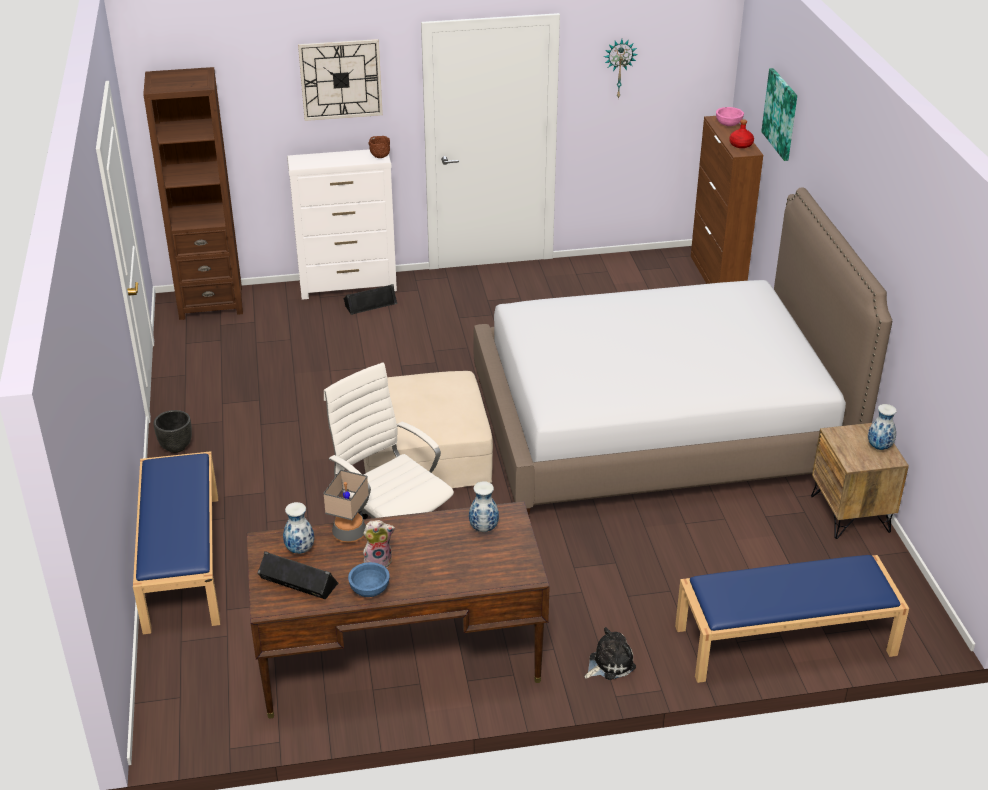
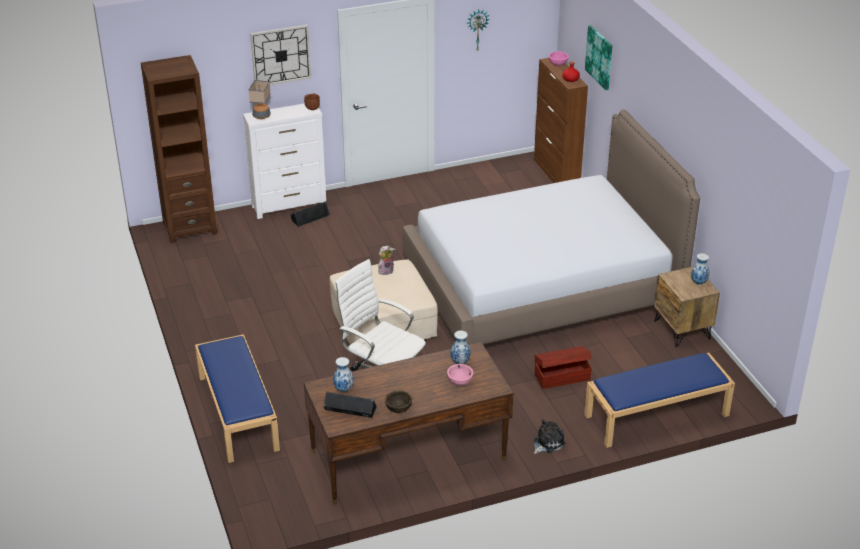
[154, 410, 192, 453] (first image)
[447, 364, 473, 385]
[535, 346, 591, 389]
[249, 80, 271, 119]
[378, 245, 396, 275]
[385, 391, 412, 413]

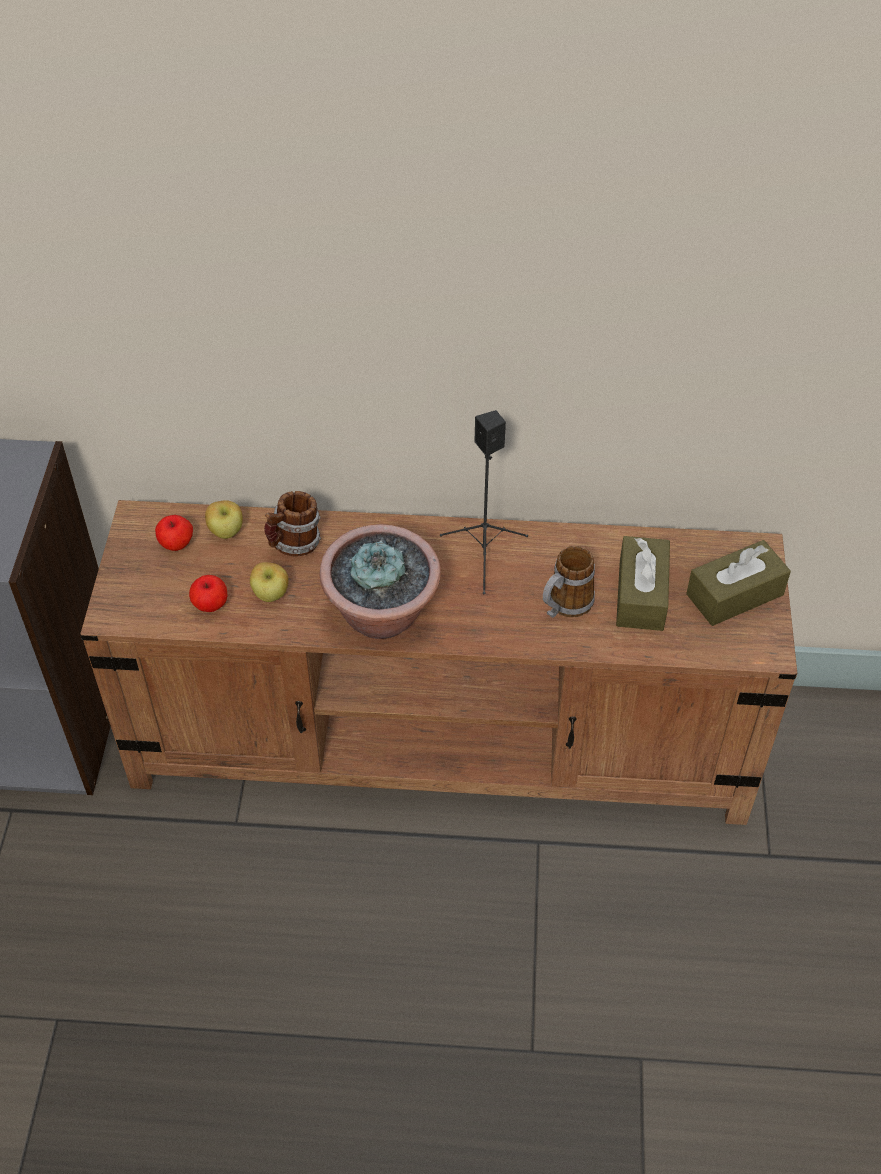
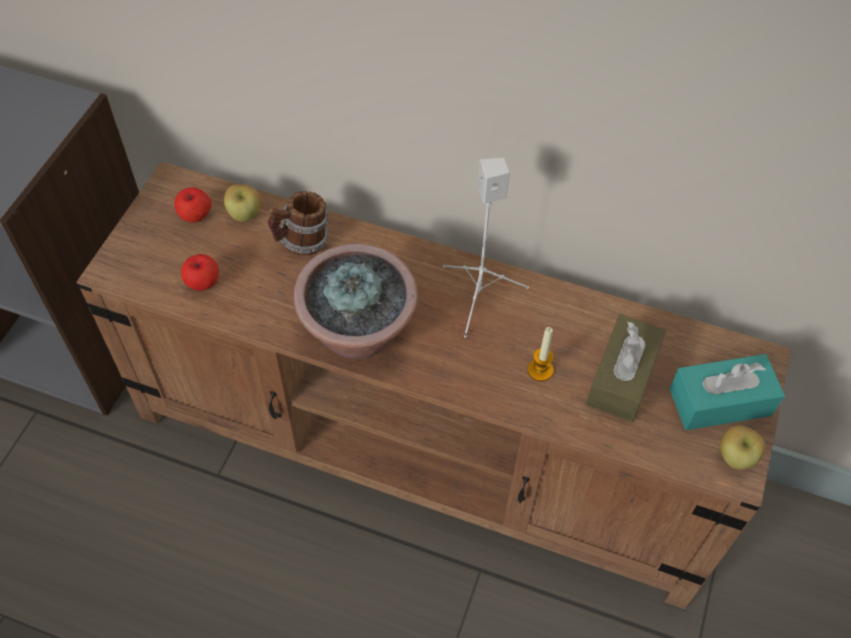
[720, 425, 765, 469]
[528, 327, 553, 381]
[443, 158, 529, 338]
[669, 354, 785, 430]

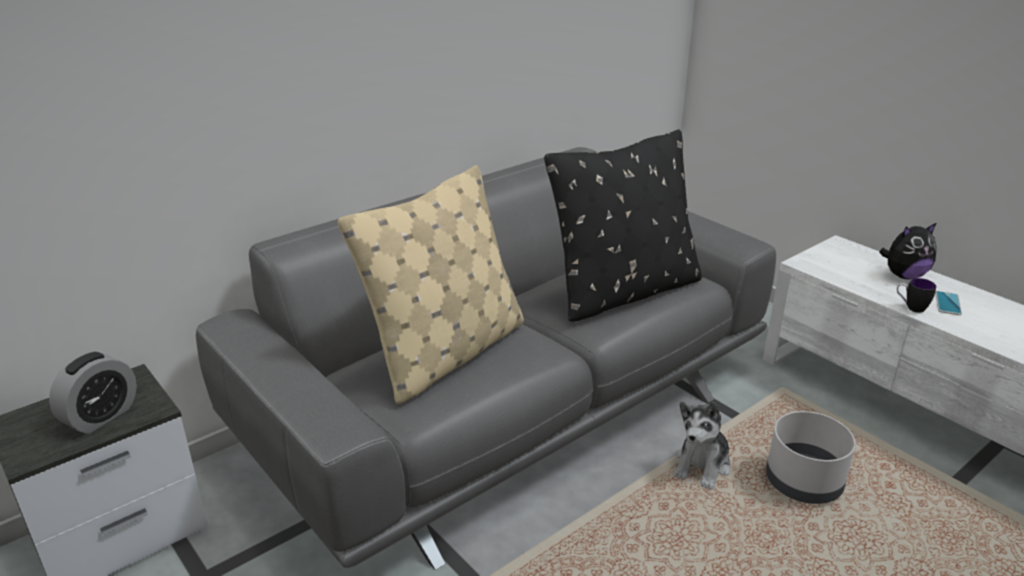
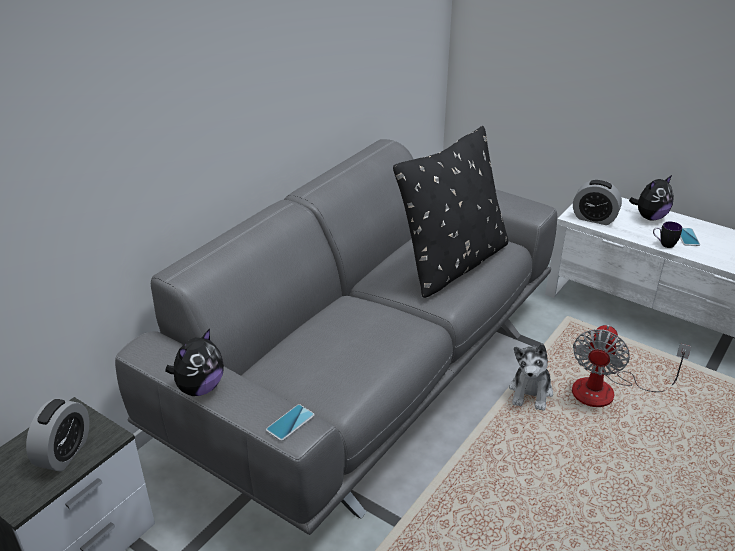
[338, 165, 524, 404] (first image)
[165, 328, 224, 396]
[266, 404, 315, 441]
[573, 180, 622, 225]
[572, 325, 692, 407]

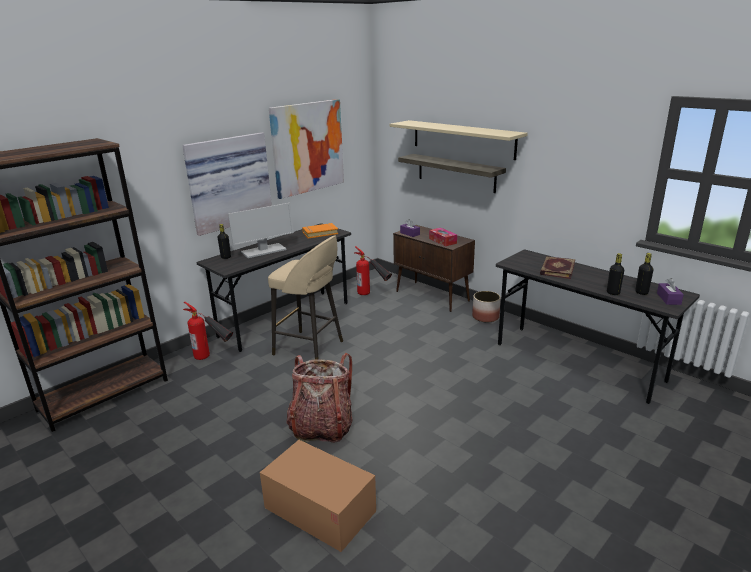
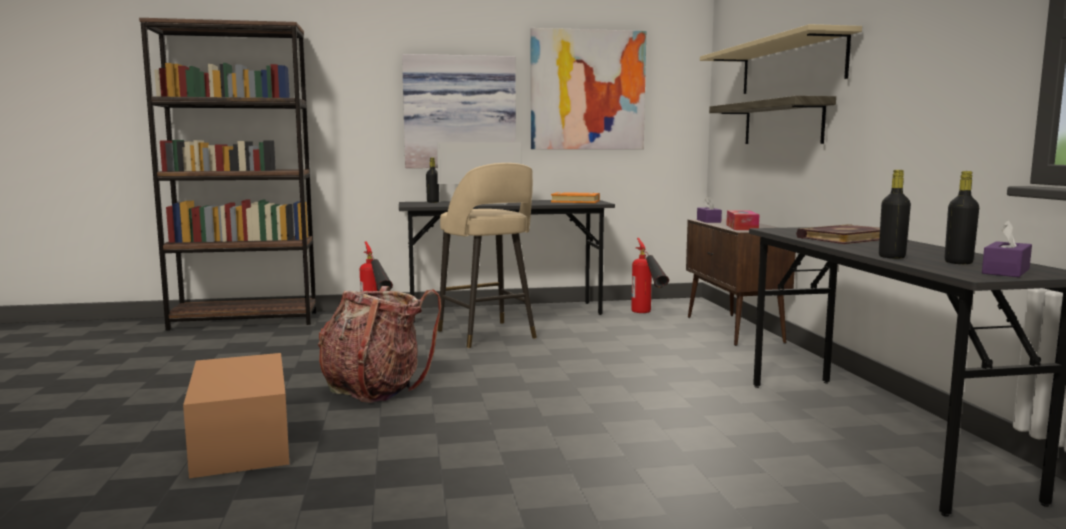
[472, 291, 501, 322] (first image)

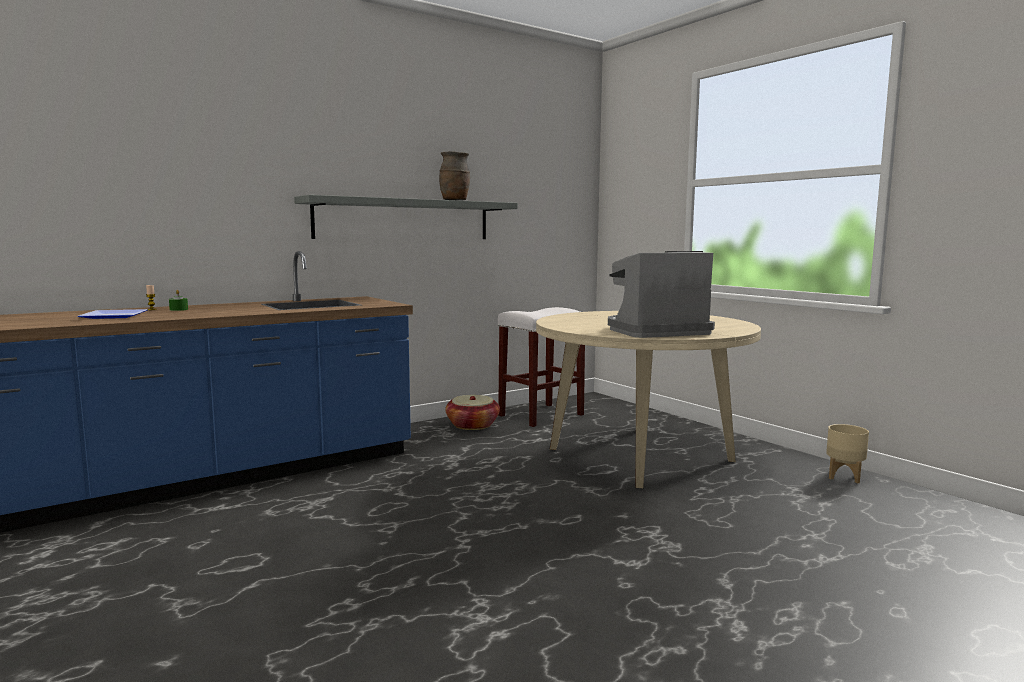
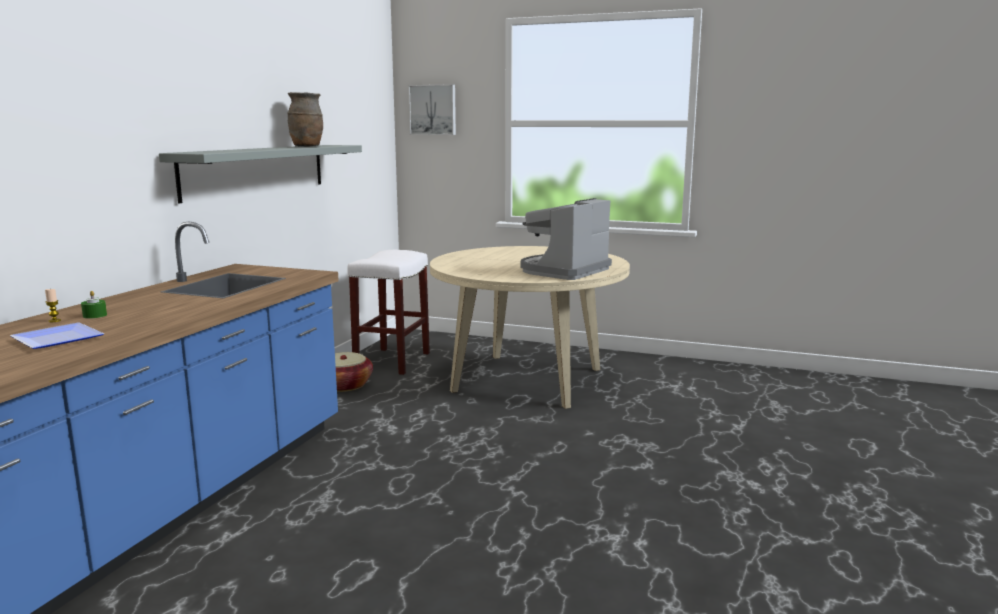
[826, 424, 869, 484] (first image)
[408, 84, 456, 135]

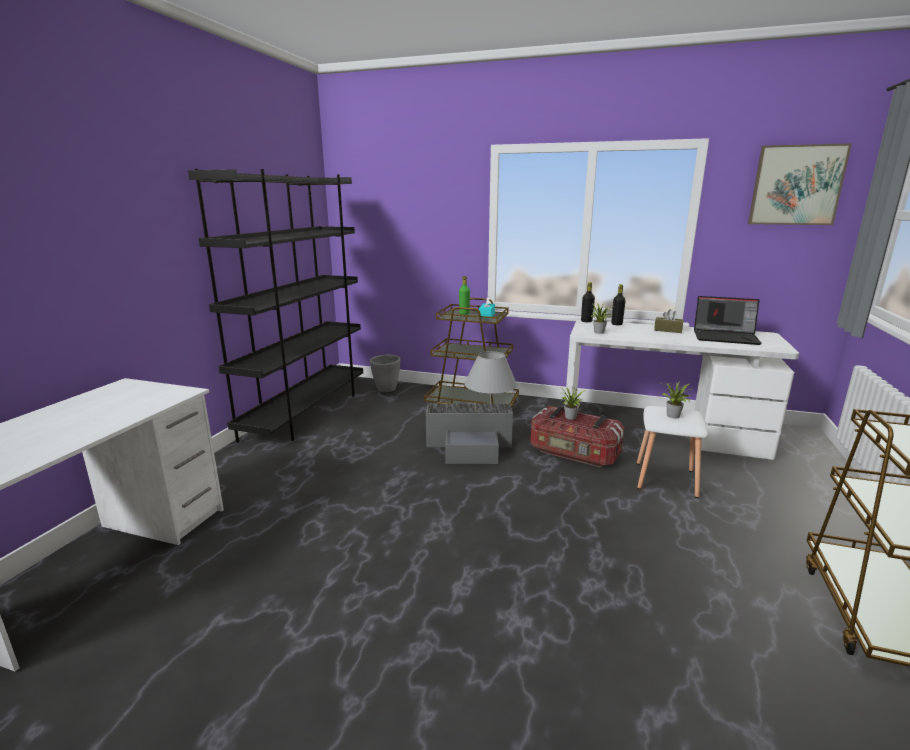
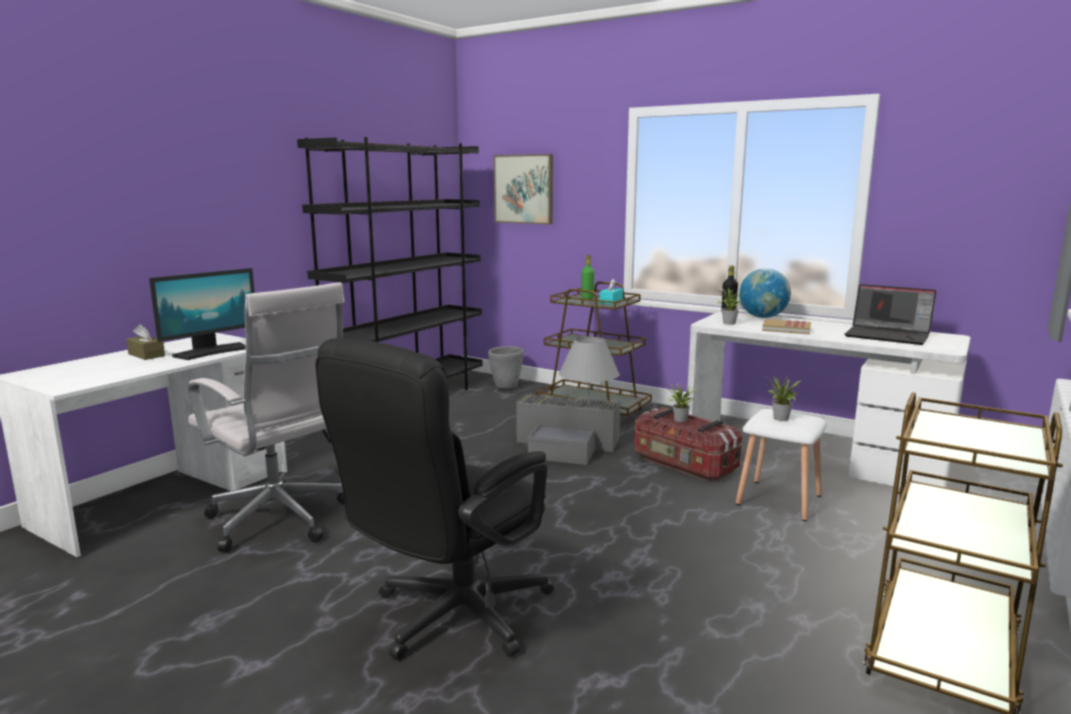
[149, 268, 255, 360]
[188, 282, 345, 552]
[315, 338, 554, 660]
[762, 319, 811, 334]
[126, 324, 165, 360]
[494, 154, 553, 225]
[739, 268, 791, 318]

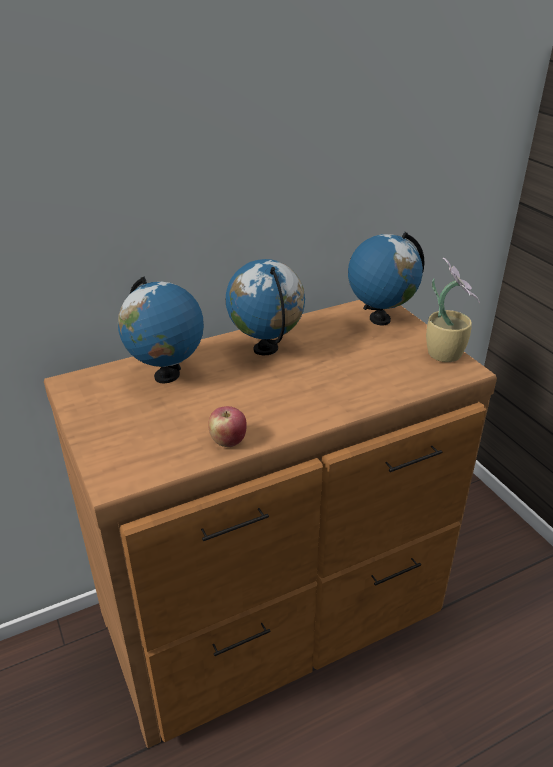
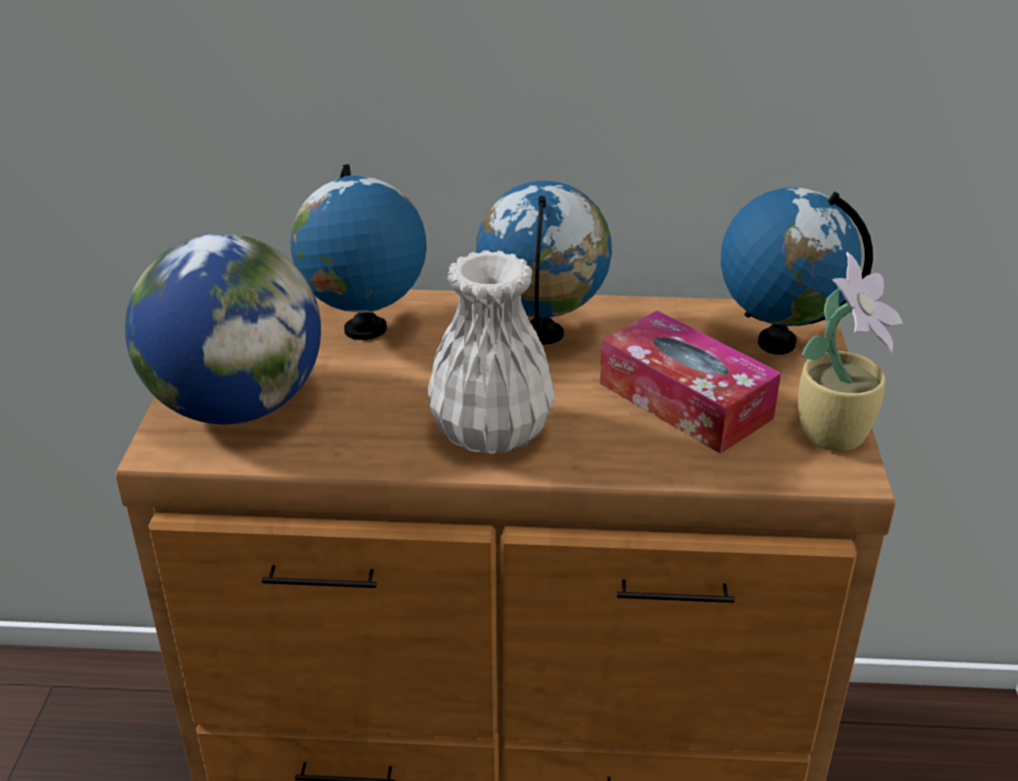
[208, 406, 247, 447] (first image)
[125, 233, 321, 424]
[427, 250, 555, 454]
[600, 310, 781, 454]

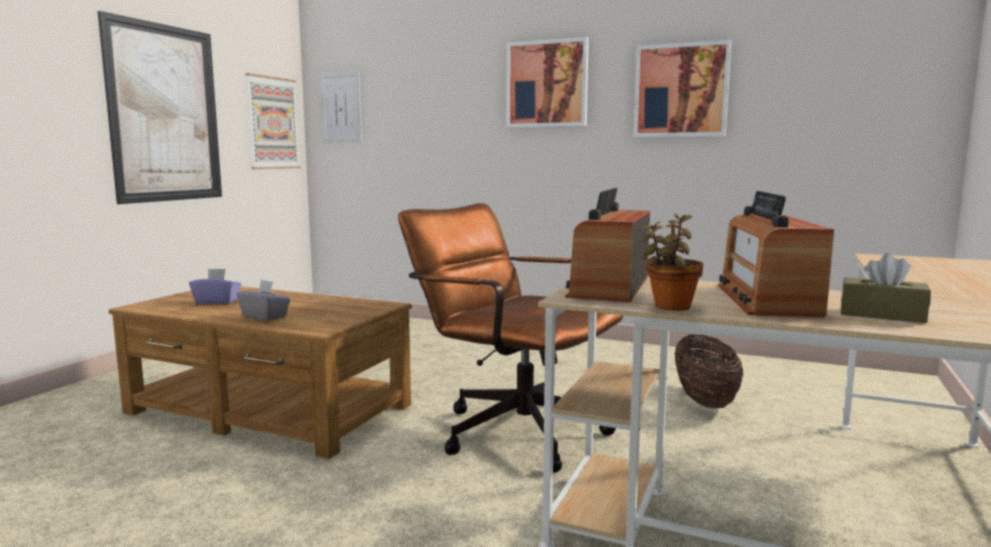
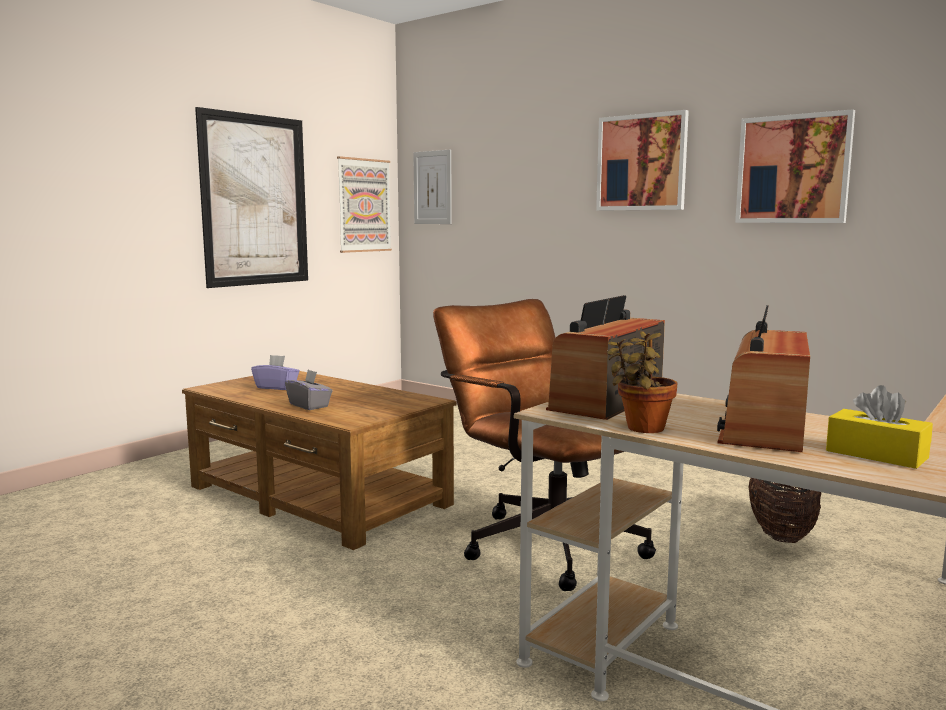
[826, 385, 933, 469]

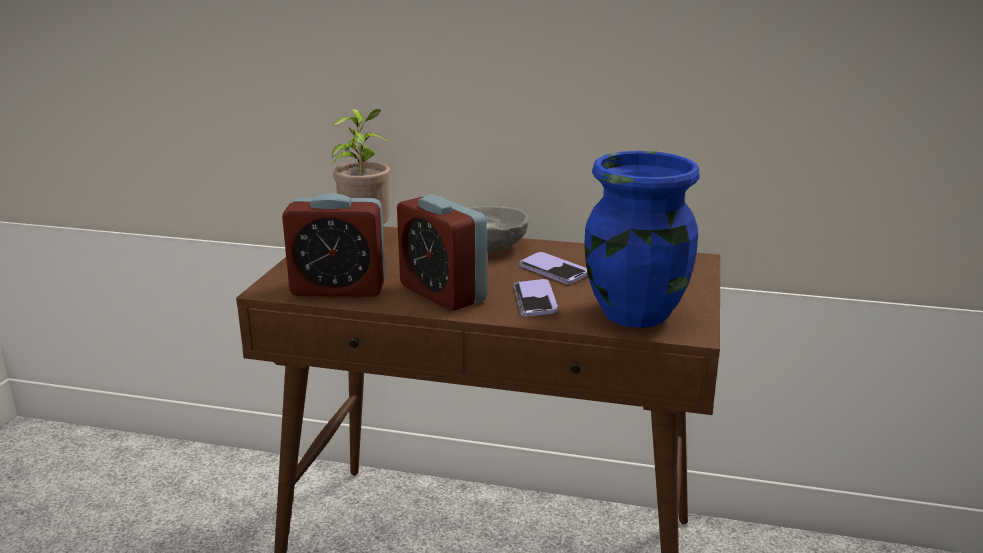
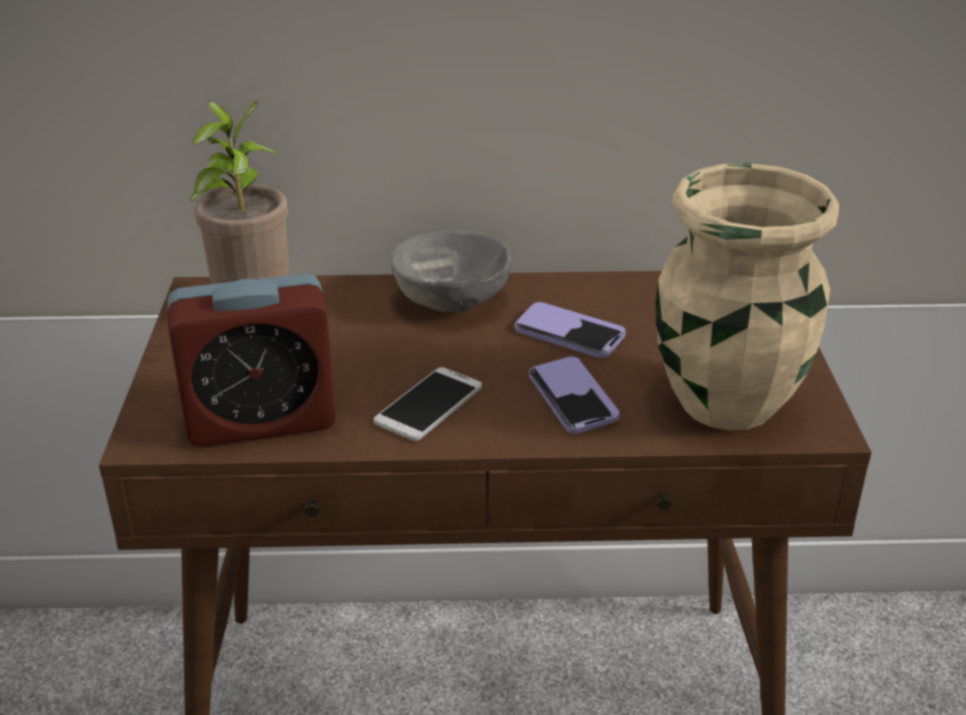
[373, 367, 482, 441]
[655, 163, 839, 431]

